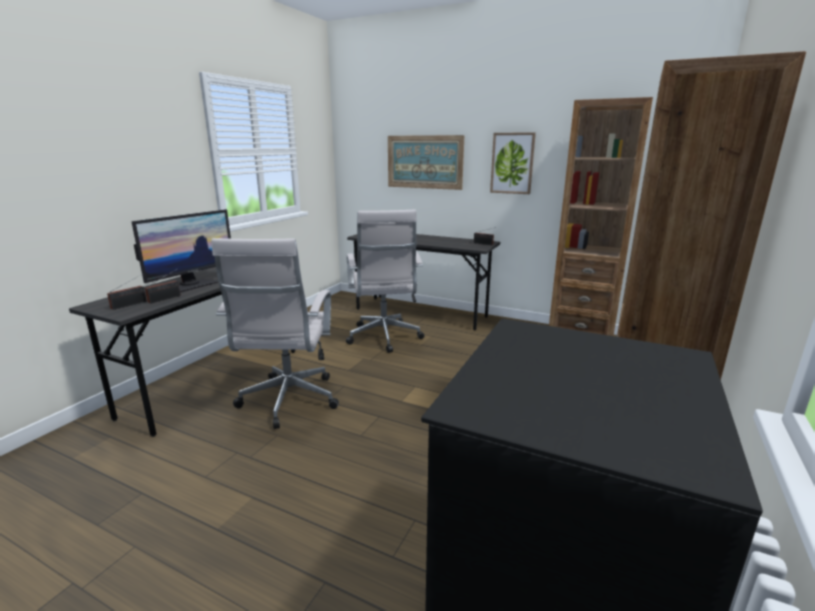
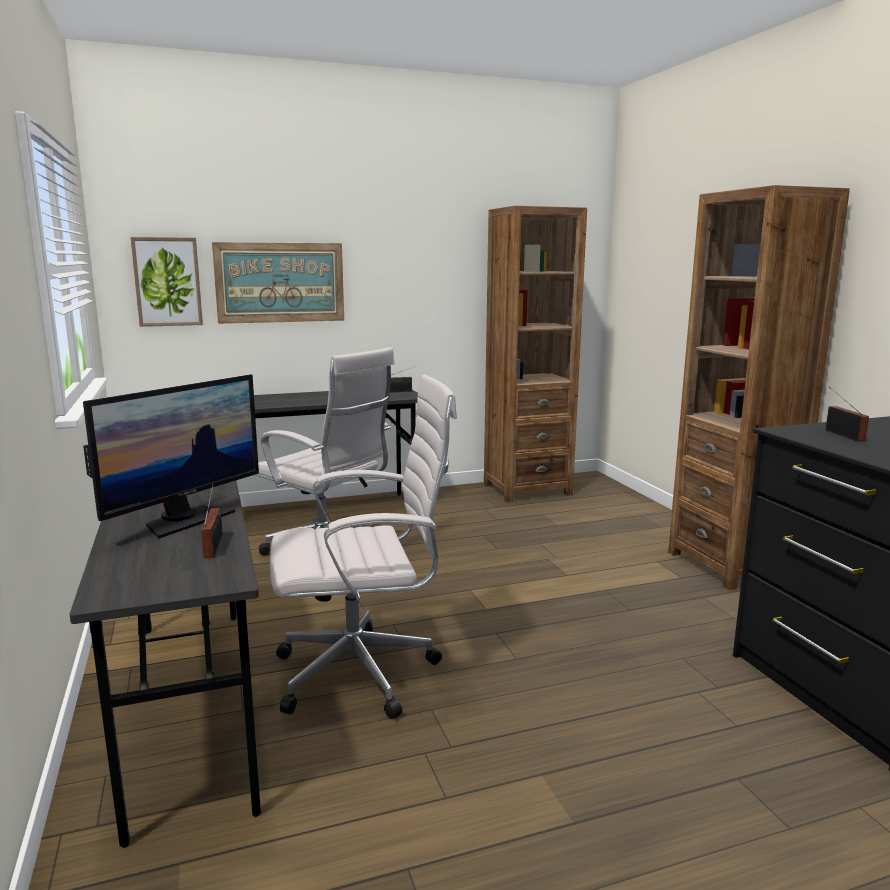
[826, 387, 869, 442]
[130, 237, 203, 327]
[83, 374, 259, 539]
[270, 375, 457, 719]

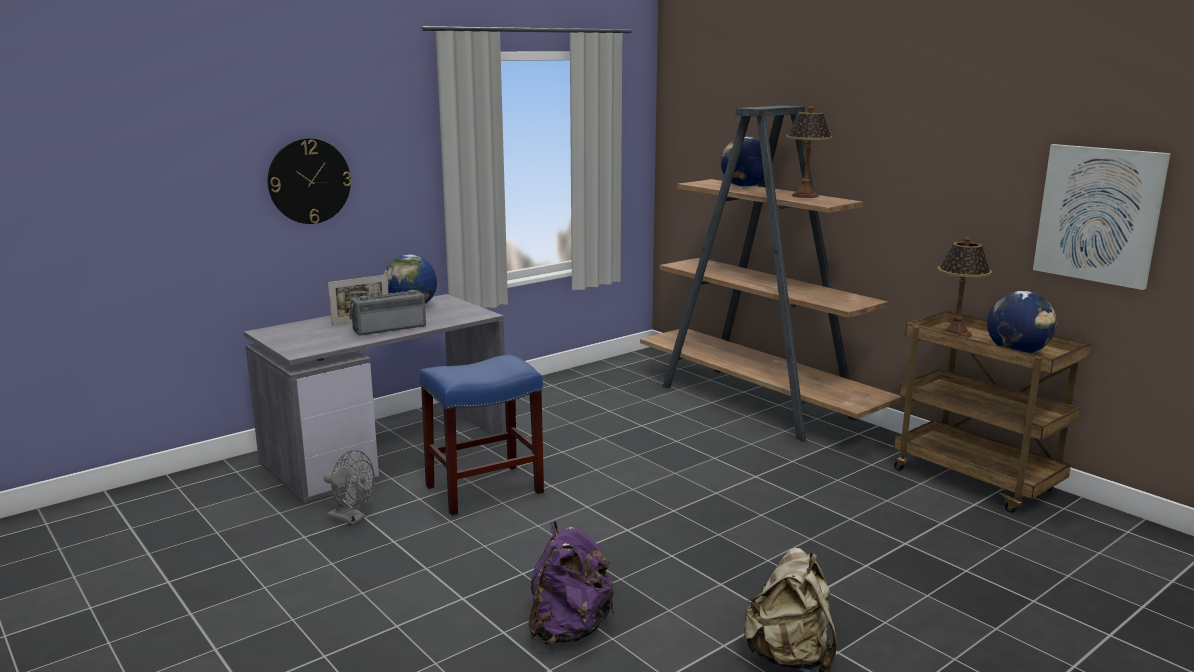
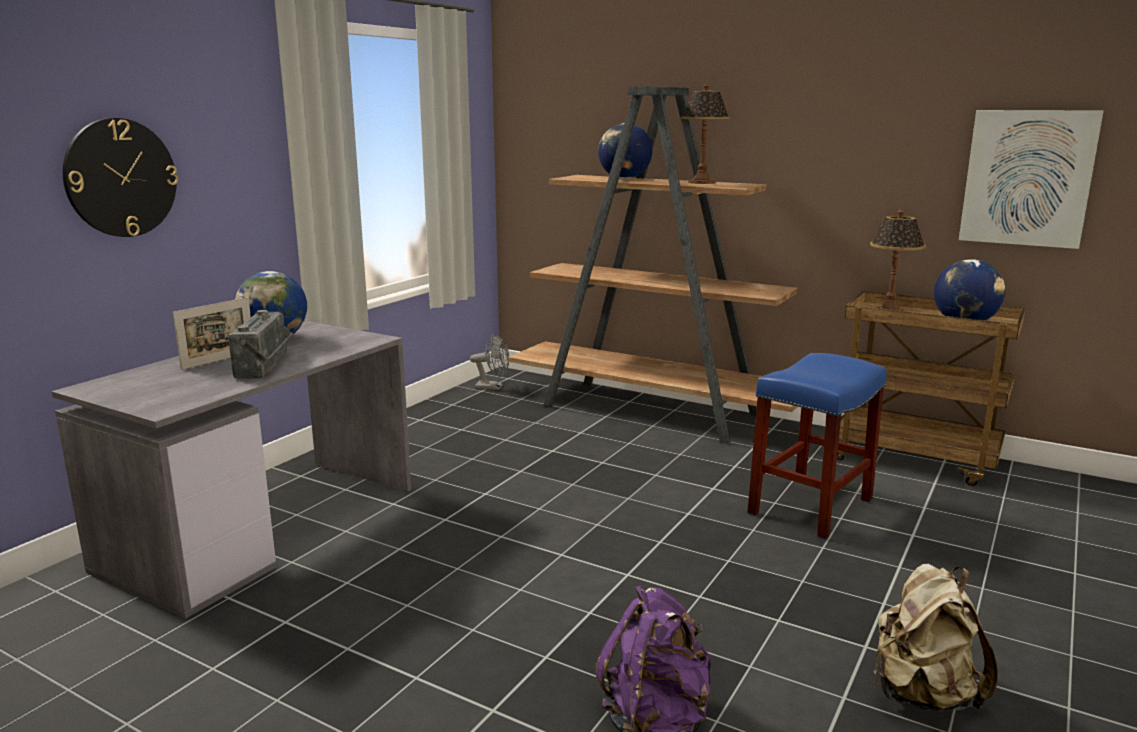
[470, 334, 509, 390]
[747, 353, 887, 540]
[228, 310, 293, 379]

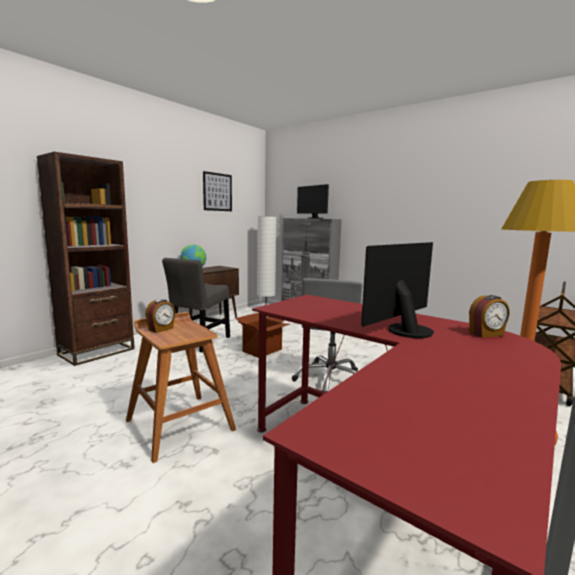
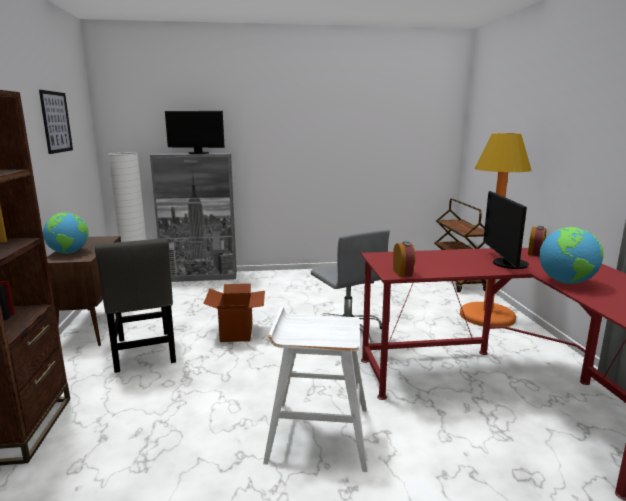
[539, 227, 604, 284]
[393, 241, 415, 277]
[263, 307, 367, 472]

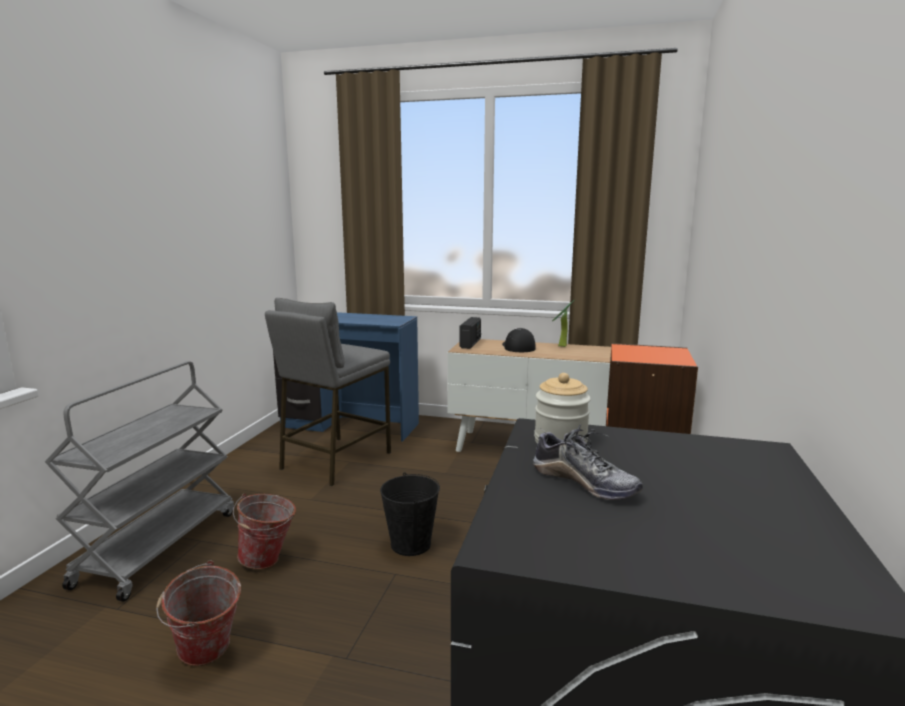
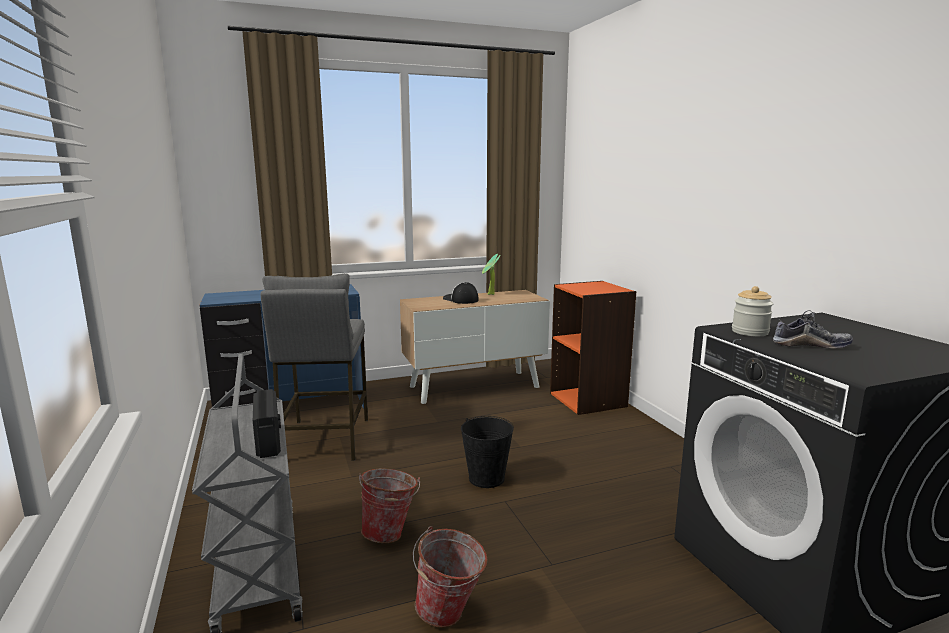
[253, 389, 281, 458]

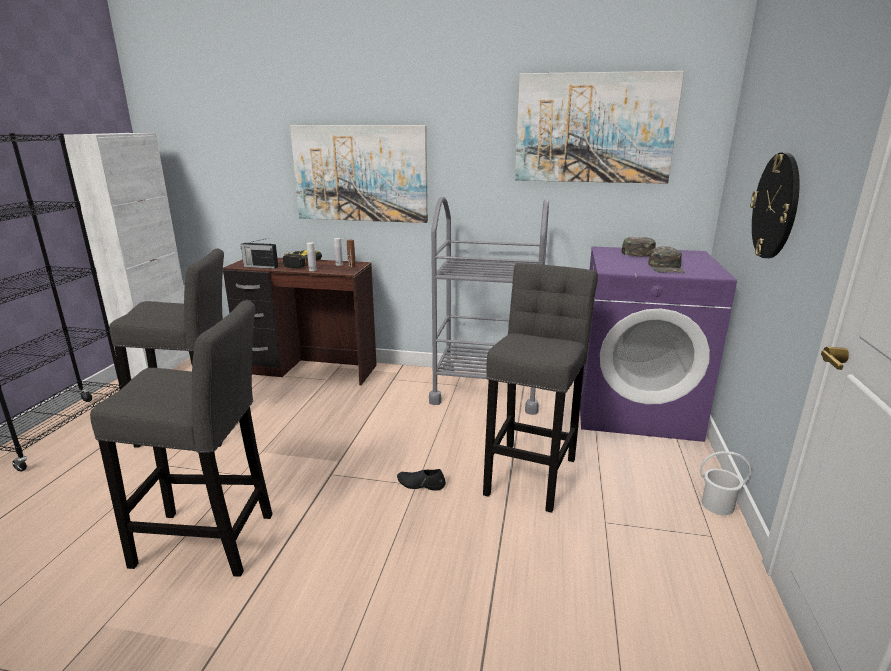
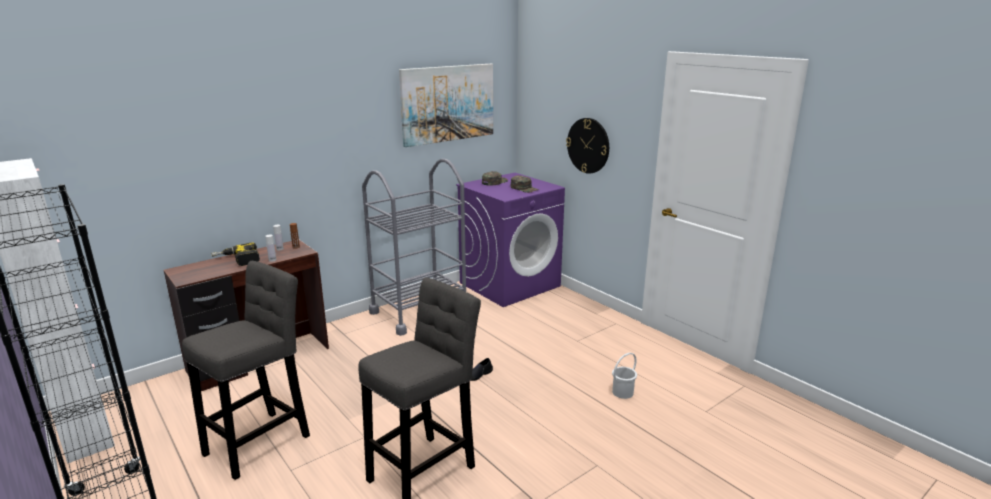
[241, 239, 278, 269] (first image)
[290, 125, 428, 223] (first image)
[483, 263, 598, 513] (first image)
[612, 353, 637, 399]

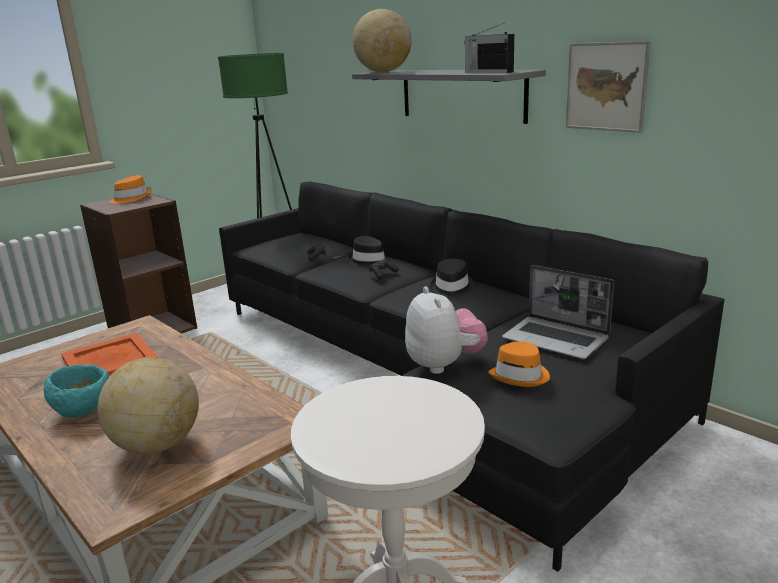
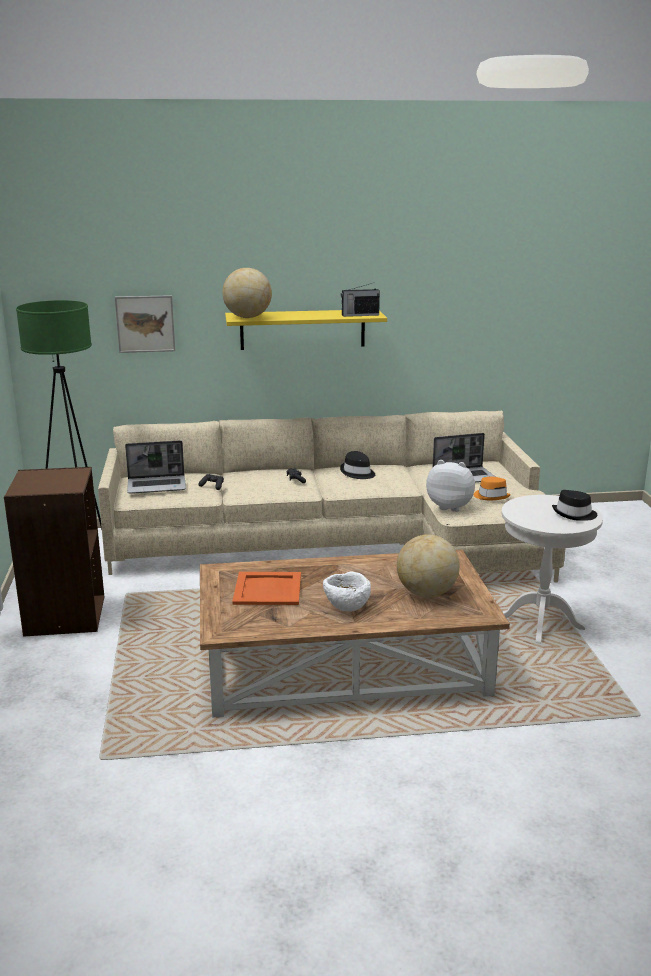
[110, 175, 151, 203] (first image)
[125, 440, 186, 494]
[552, 490, 597, 521]
[115, 295, 175, 353]
[323, 571, 371, 612]
[98, 411, 565, 583]
[225, 310, 387, 350]

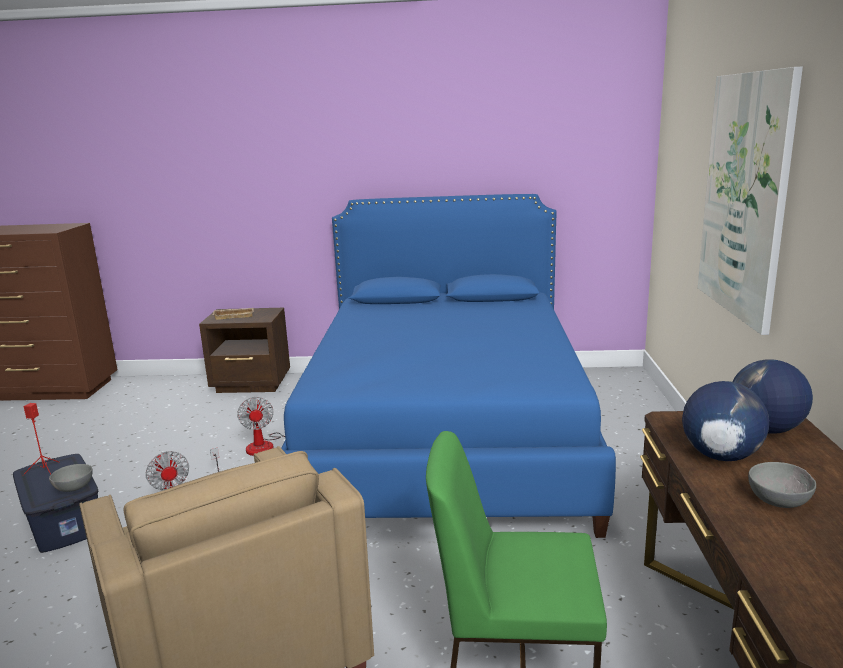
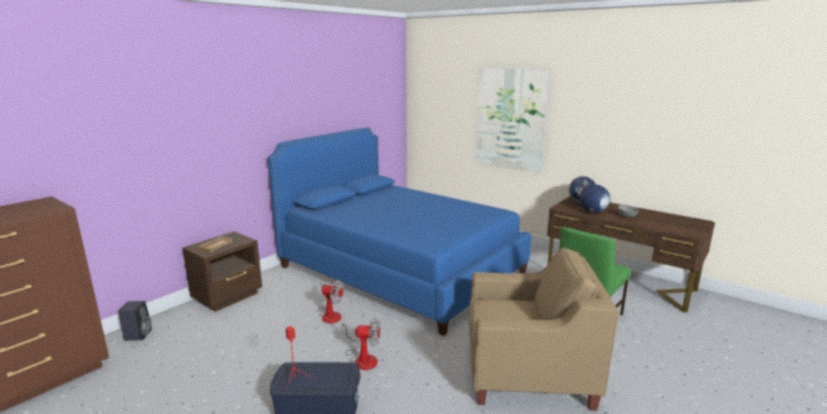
[49, 464, 93, 492] (first image)
[118, 301, 152, 341]

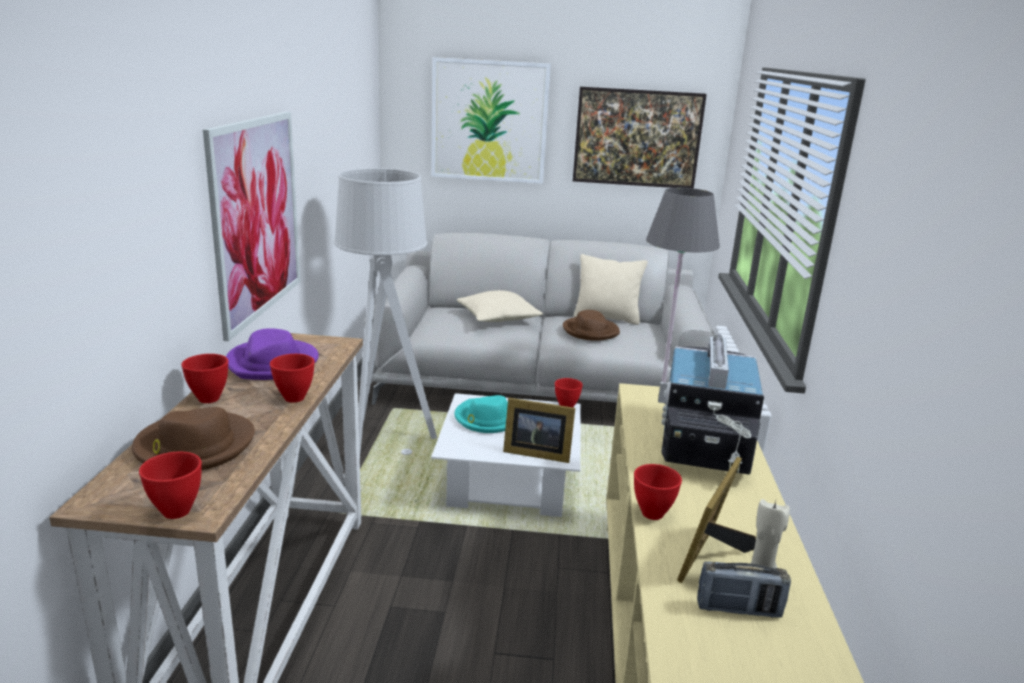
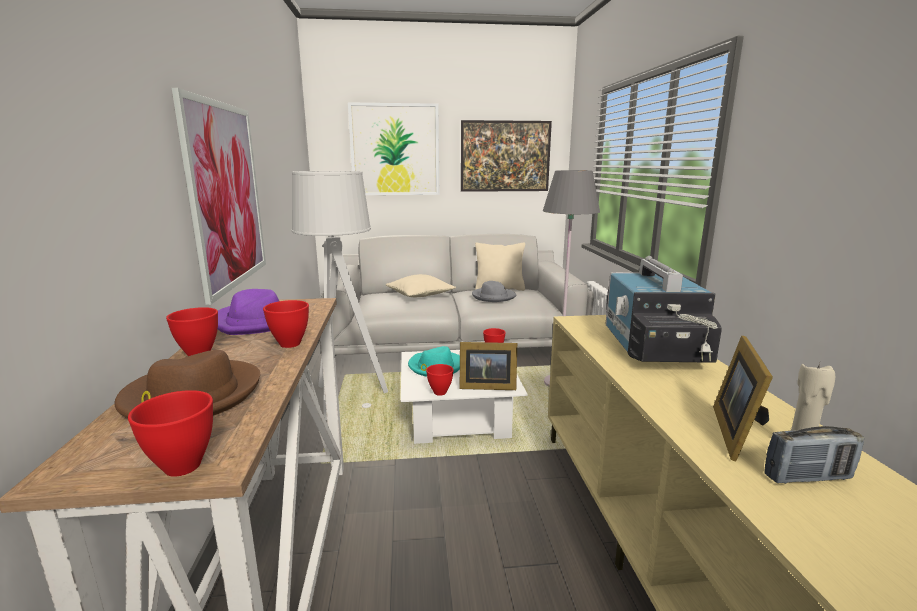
[426, 364, 454, 396]
[472, 281, 517, 302]

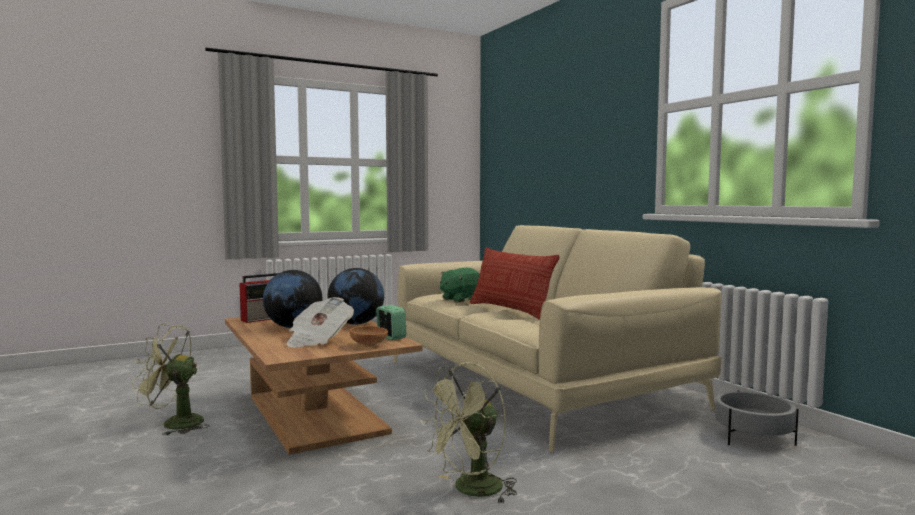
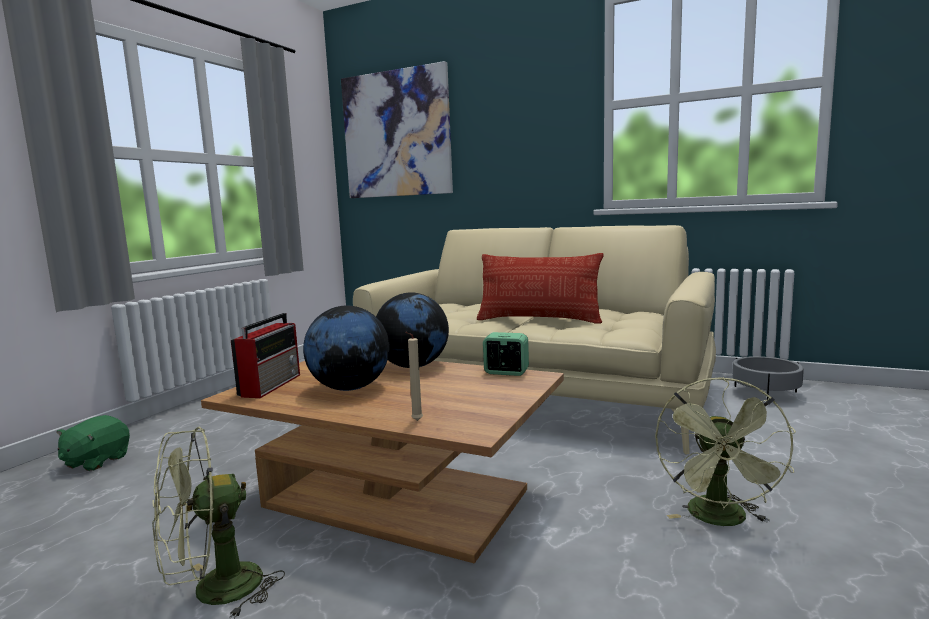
[286, 297, 354, 347] (first image)
[350, 326, 388, 347] (first image)
[341, 61, 453, 198]
[405, 332, 423, 421]
[57, 415, 130, 471]

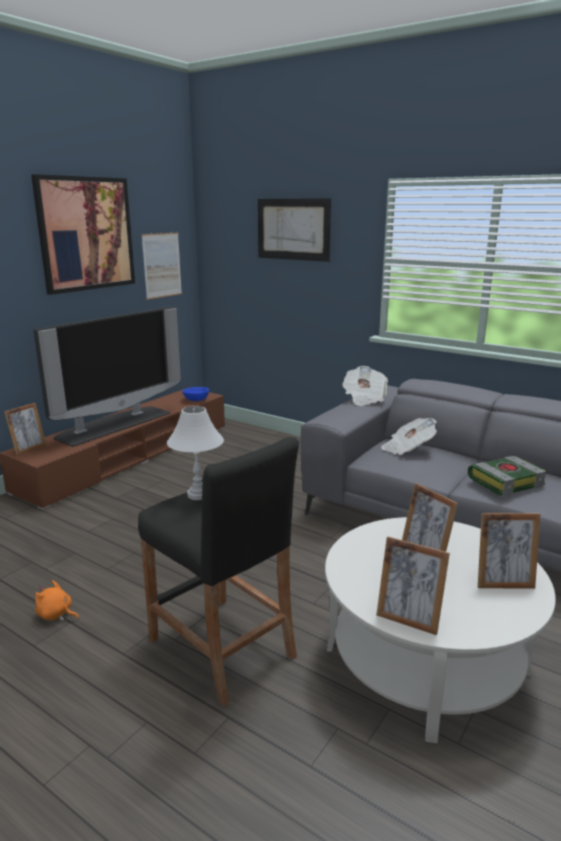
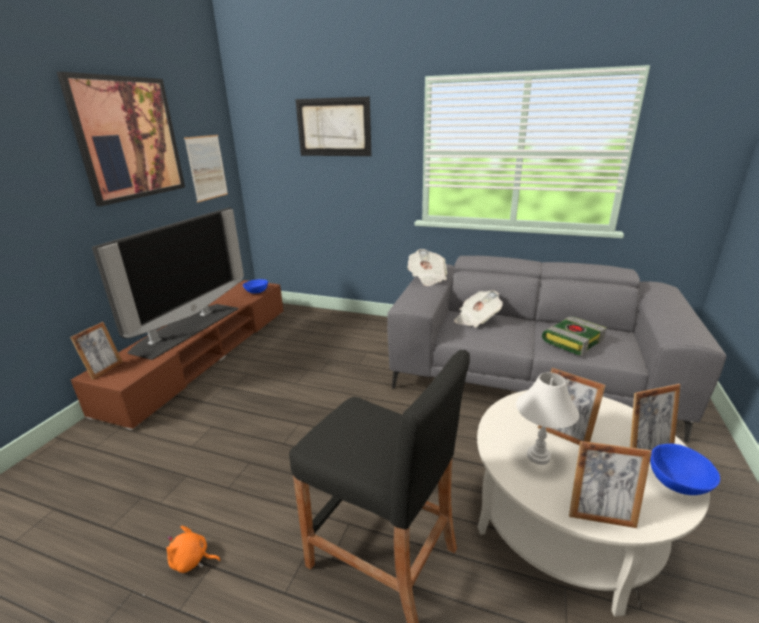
[650, 444, 720, 495]
[516, 372, 579, 465]

